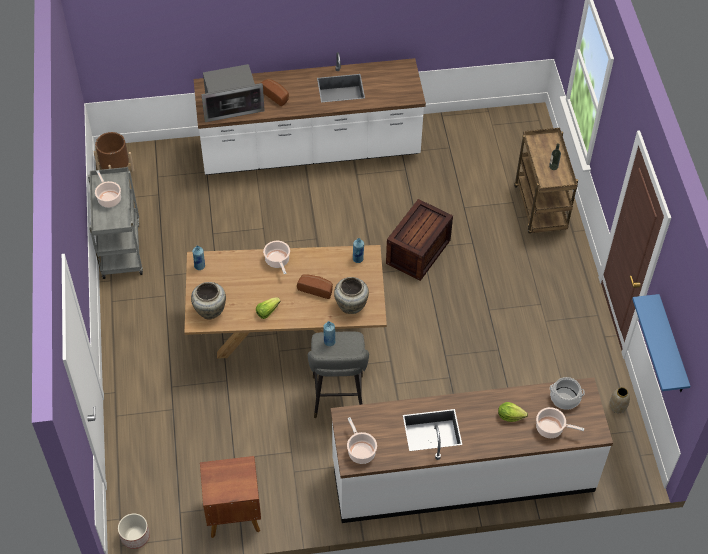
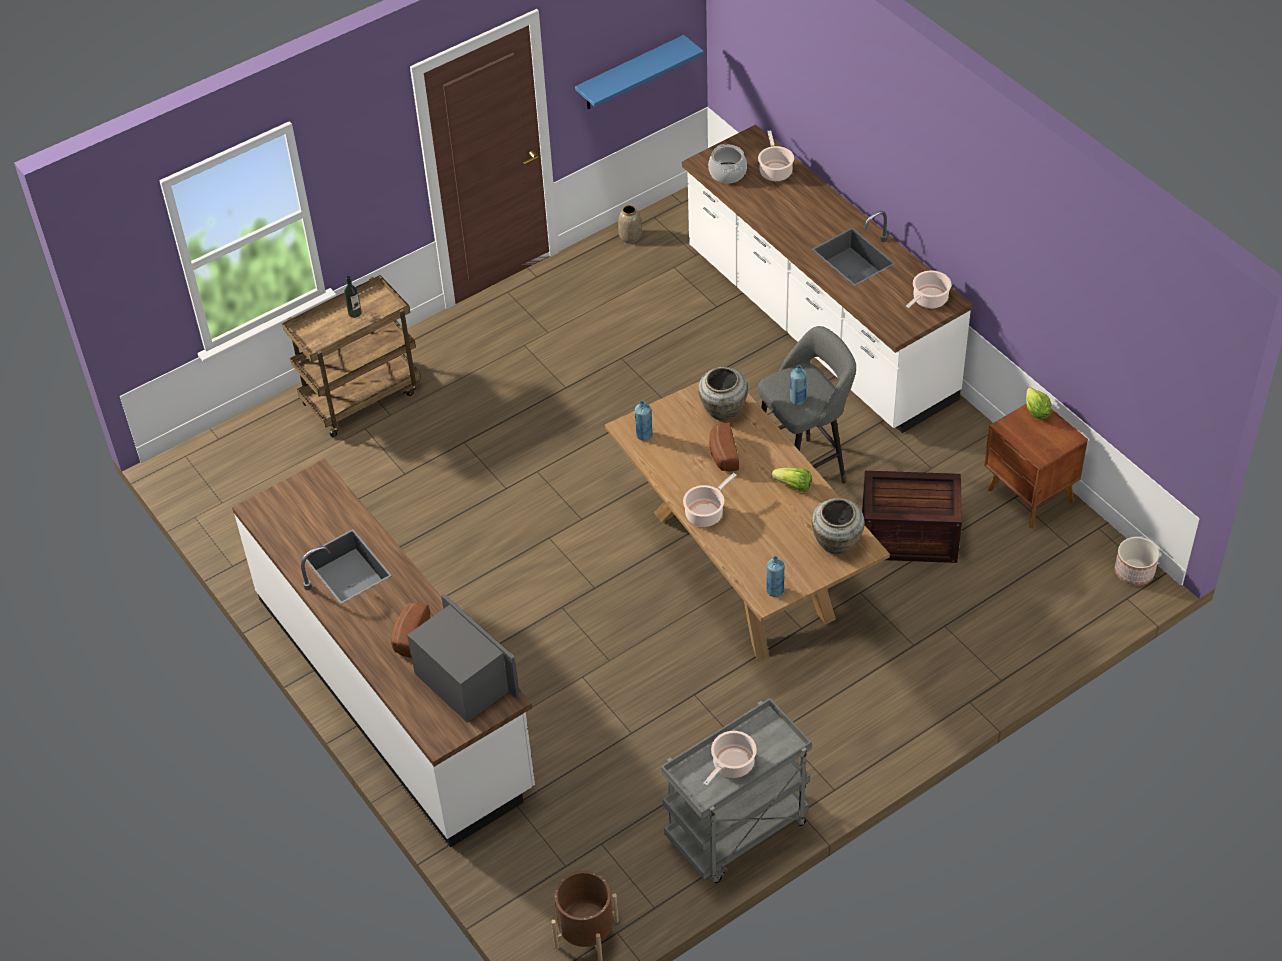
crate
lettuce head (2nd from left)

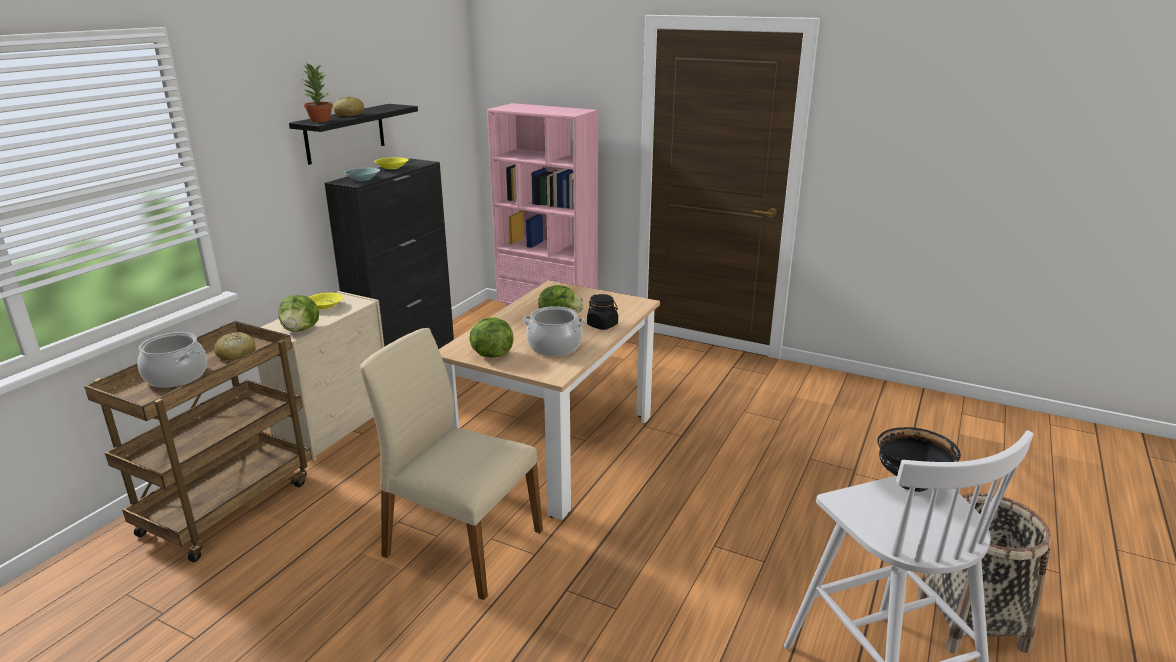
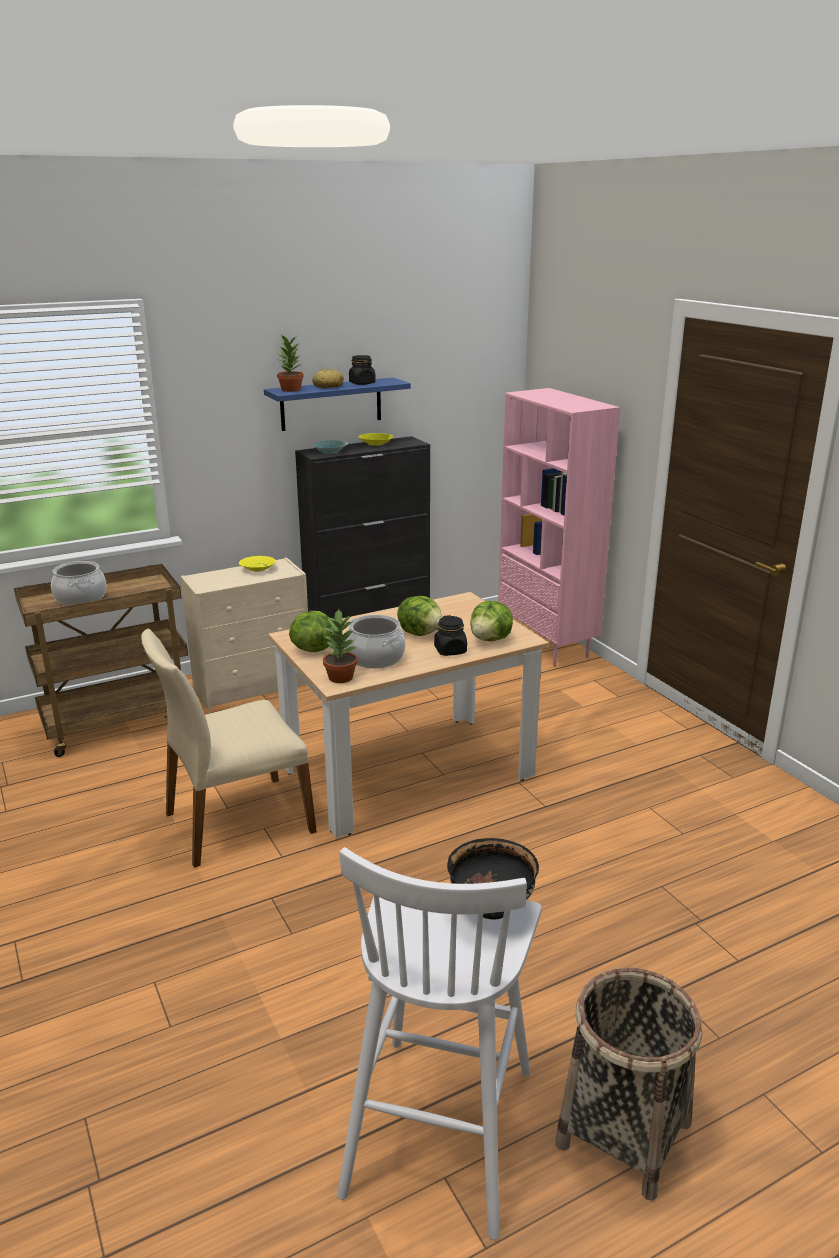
bakery bread (1st from left in the first image)
lettuce head (3rd from left)
blue-coloured wall shelf
sand-coloured plain chair
potted plant (2nd from left)
black preserve jar (1st from left)

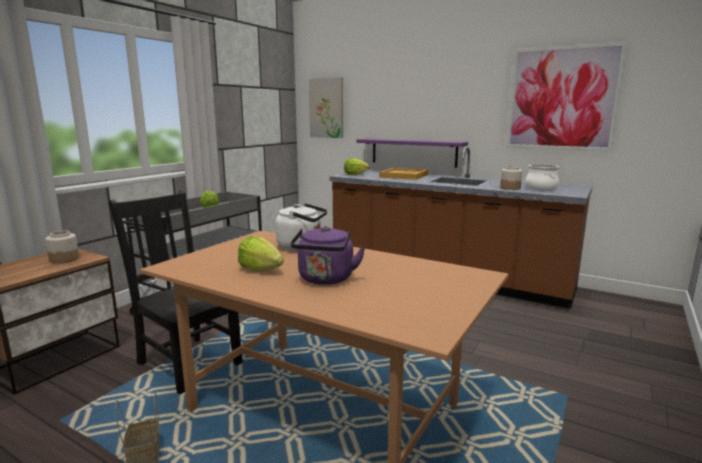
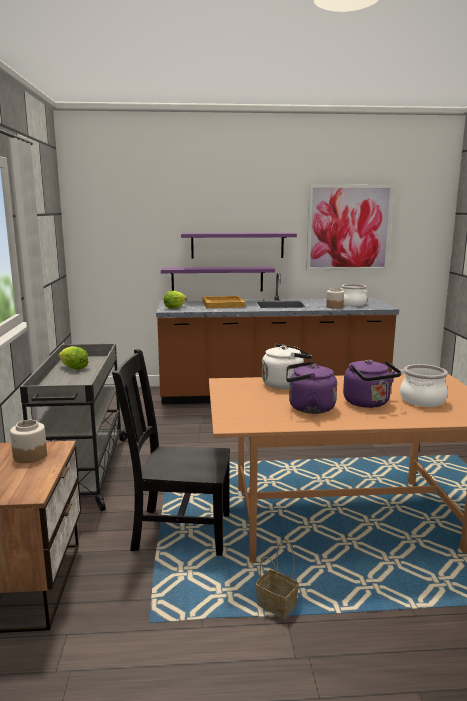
purple-coloured water kettle (1st from left)
picture (1st from left in the first image)
purple-coloured wall shelf (2nd from left)
cooking pot (2nd from left)

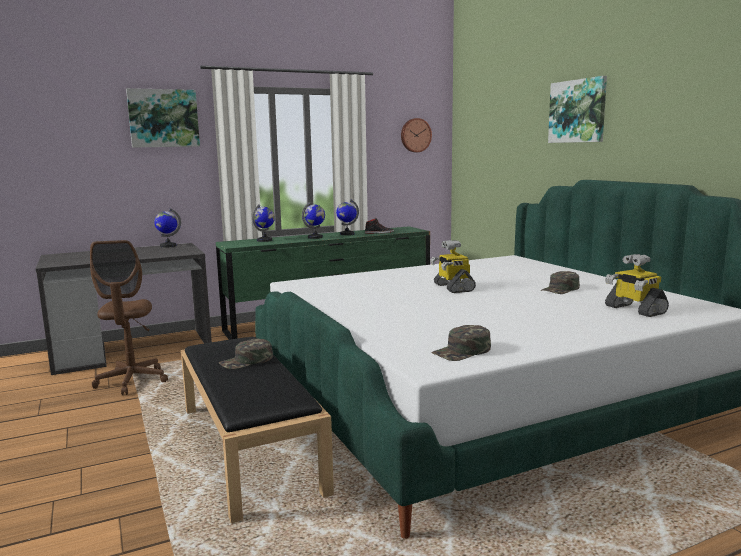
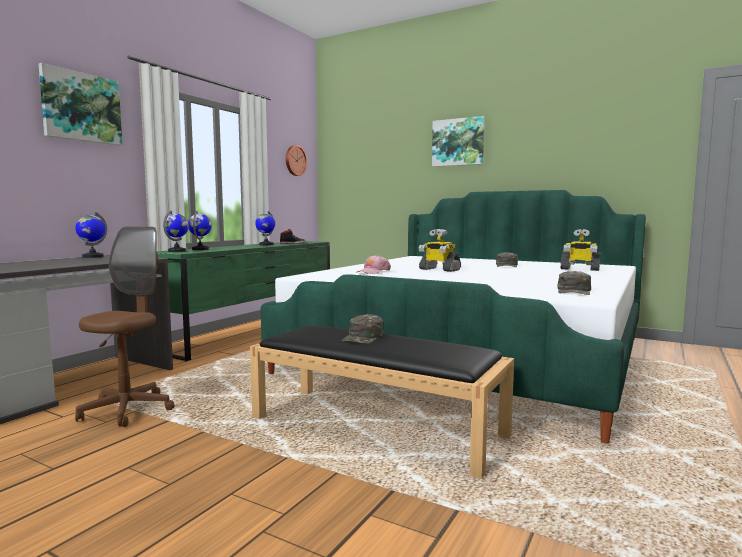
brown-coloured desk chair
world globe (2nd from left)
pink-coloured cap

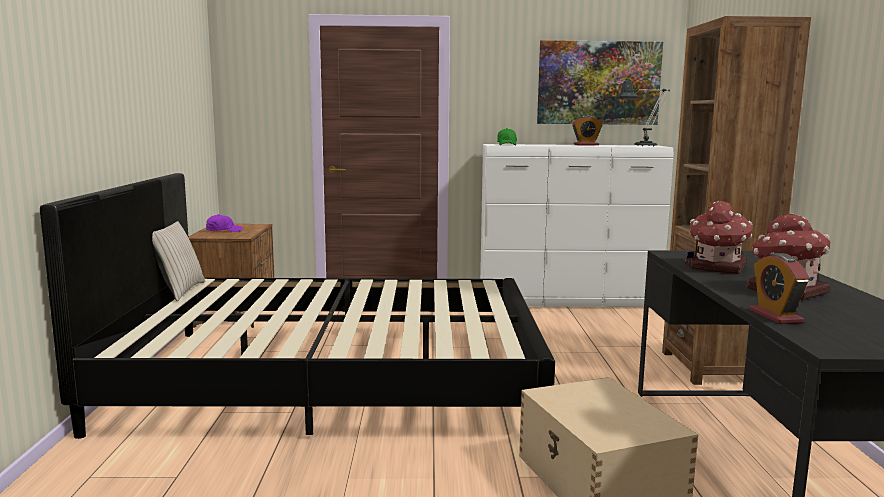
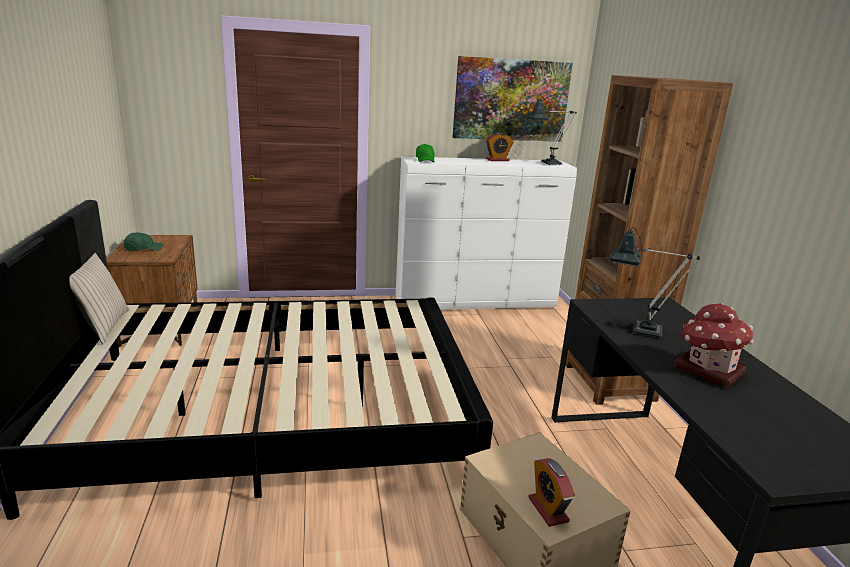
green-coloured cap (1st from left)
lamp for a table (2nd from left)
alarm clock (2nd from left)

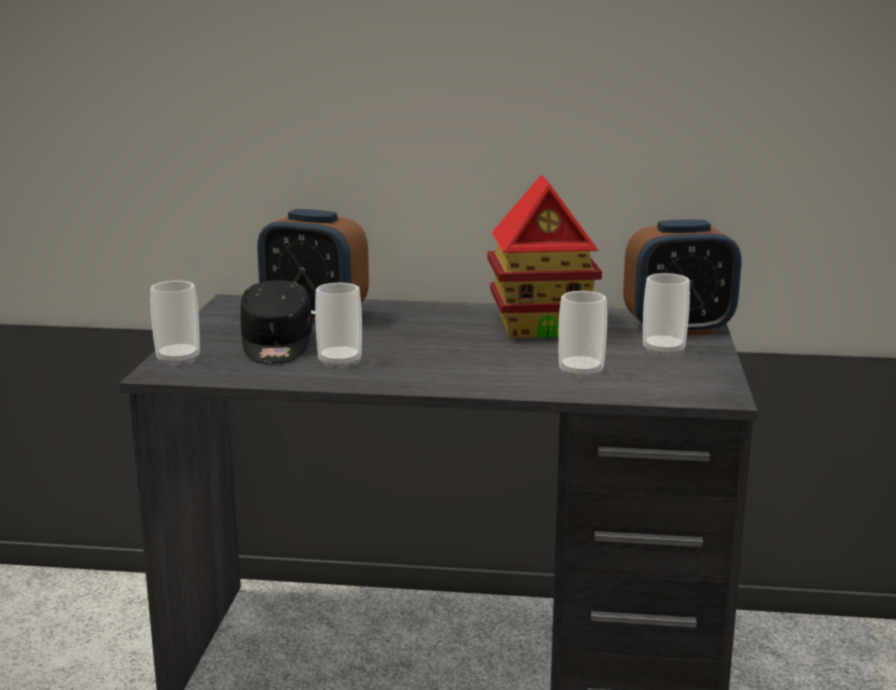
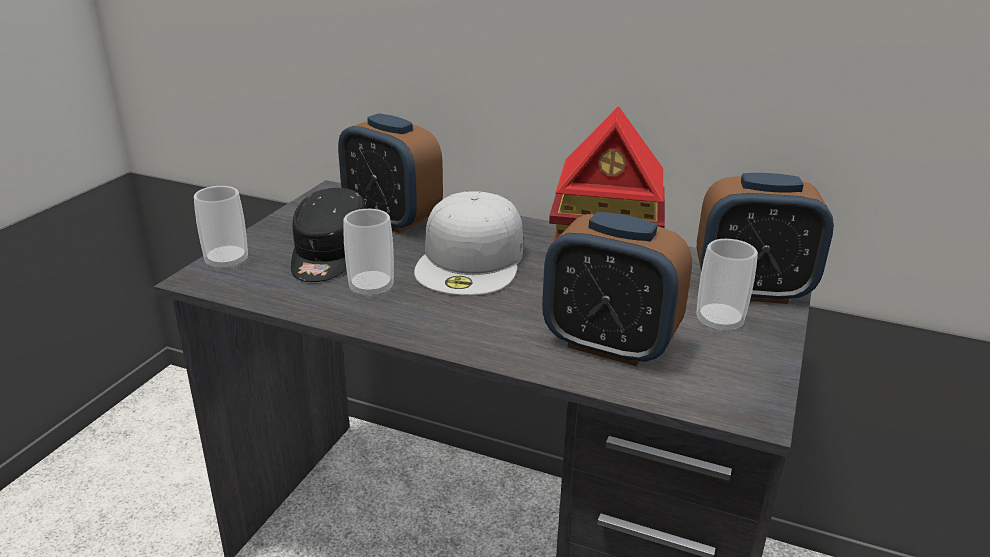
alarm clock (2nd from left)
white cap

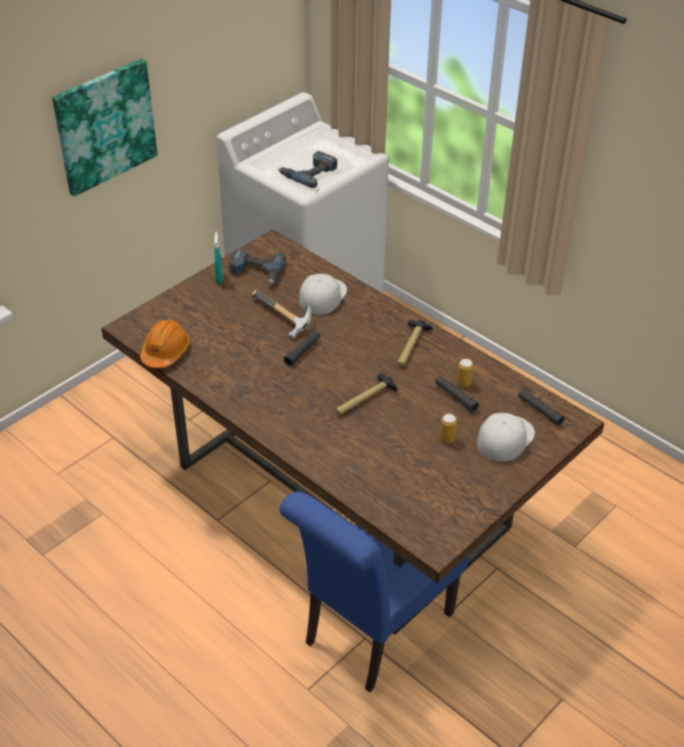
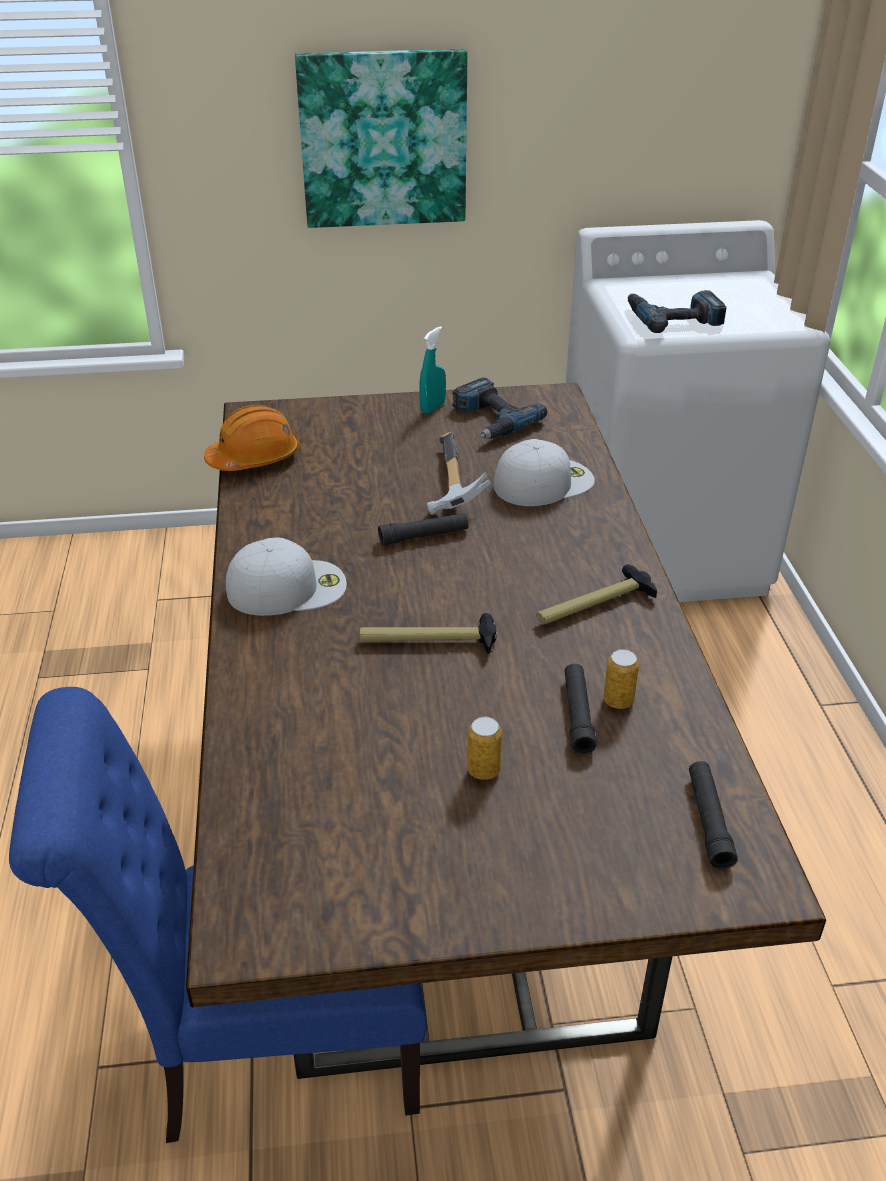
white cap (1st from left)

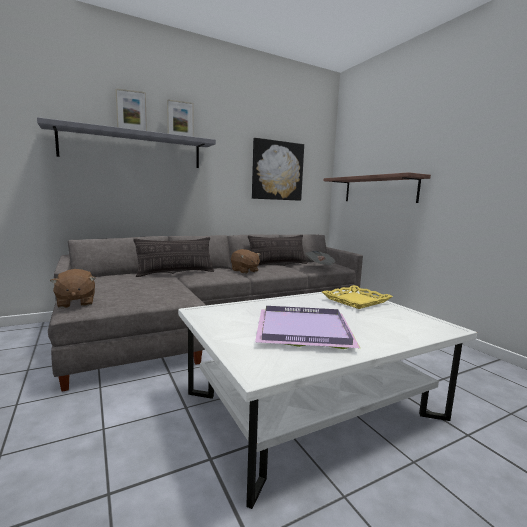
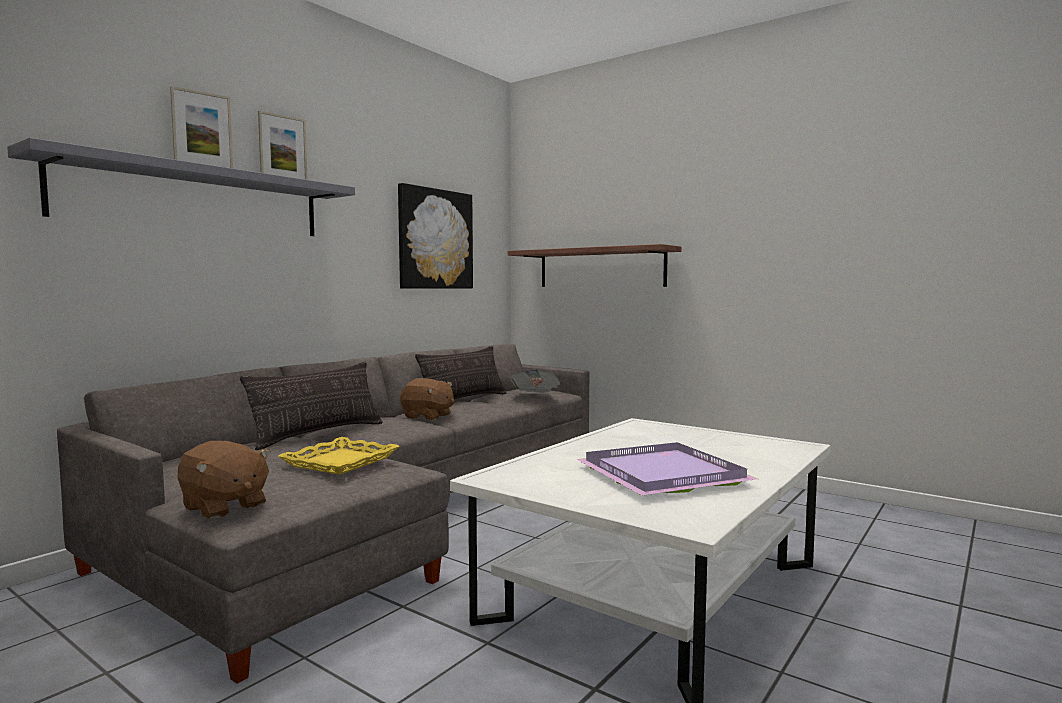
yellowish carrying tray

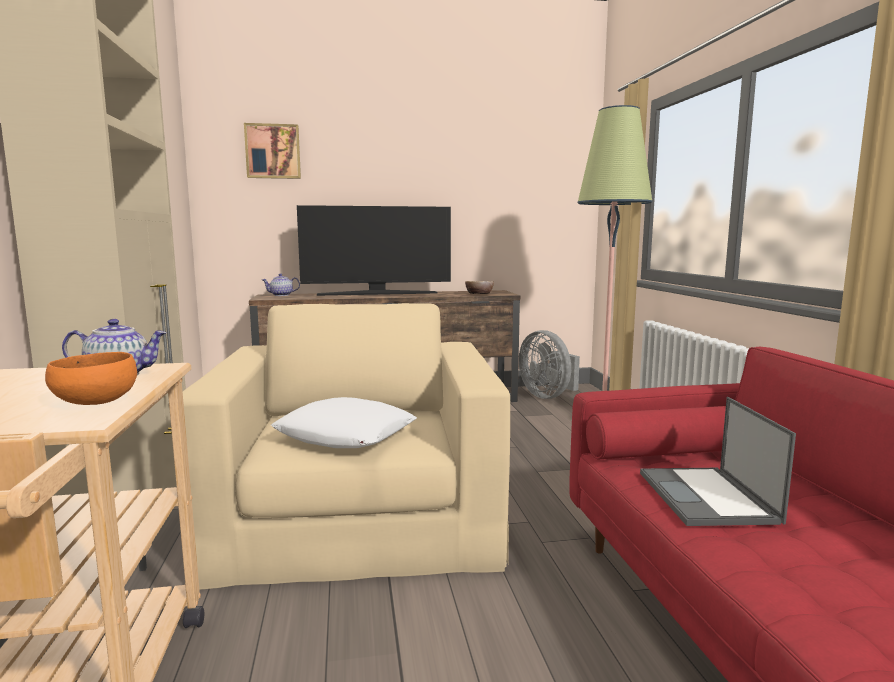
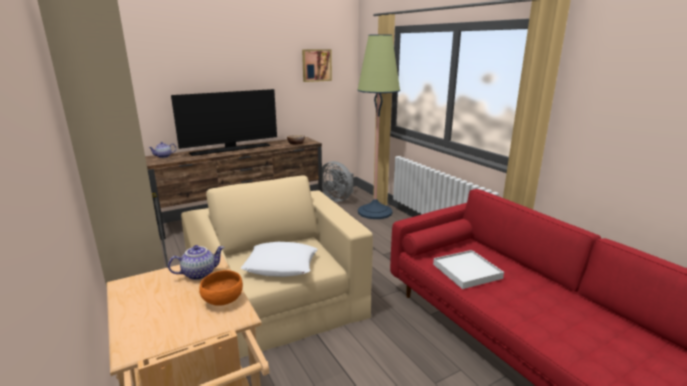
picture
white carrying tray

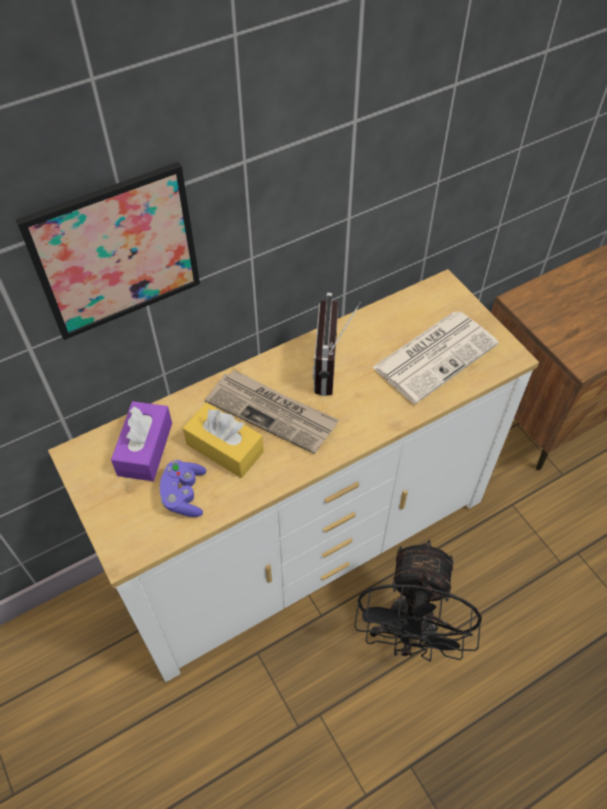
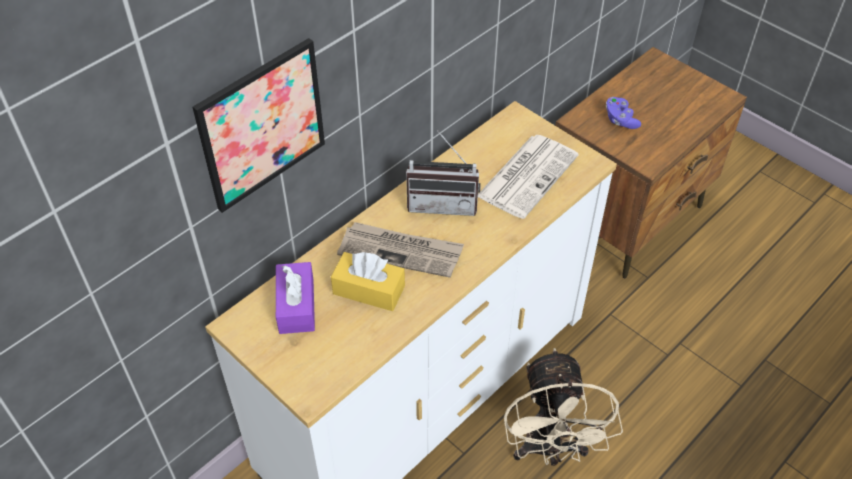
purple-coloured gamepad
radio
sand-coloured cooling fan

